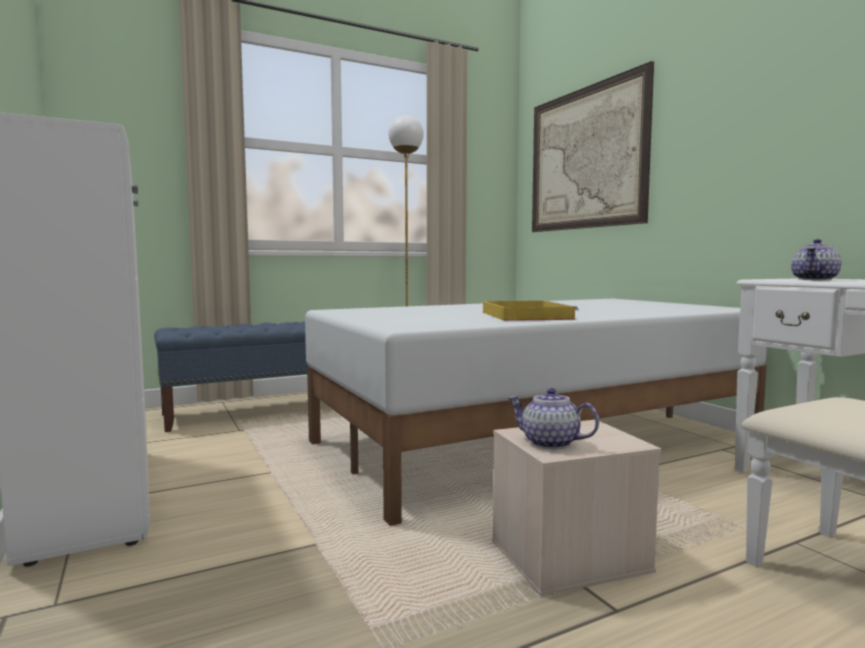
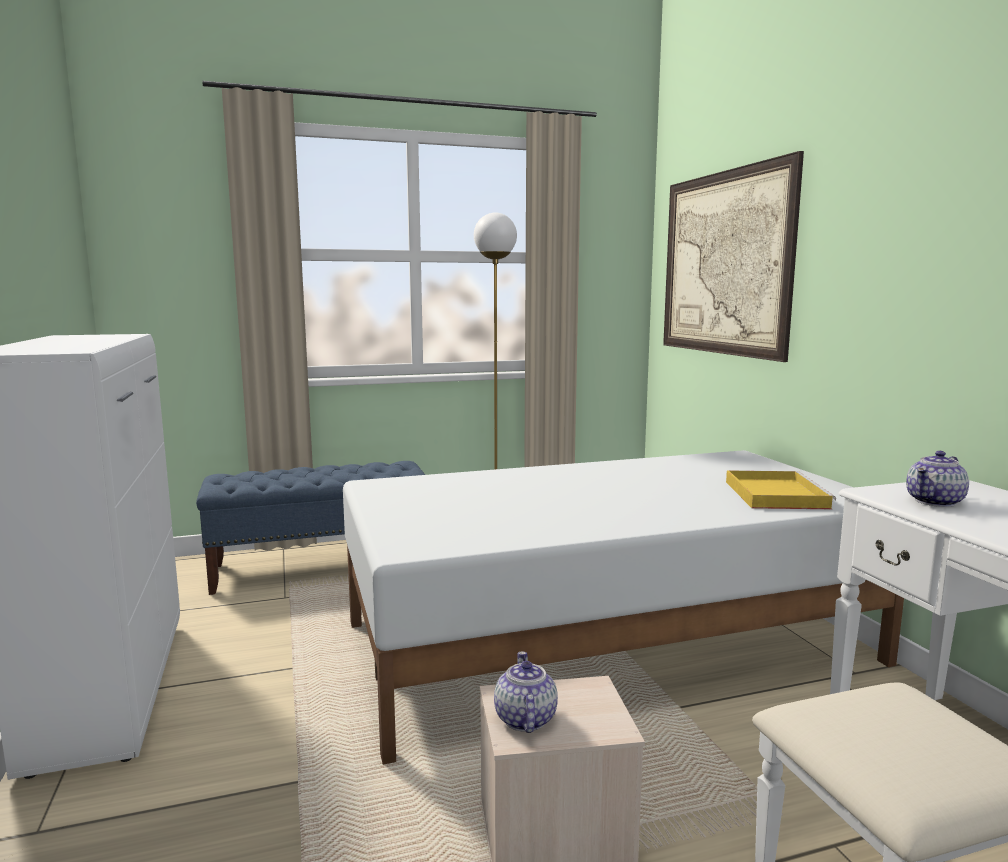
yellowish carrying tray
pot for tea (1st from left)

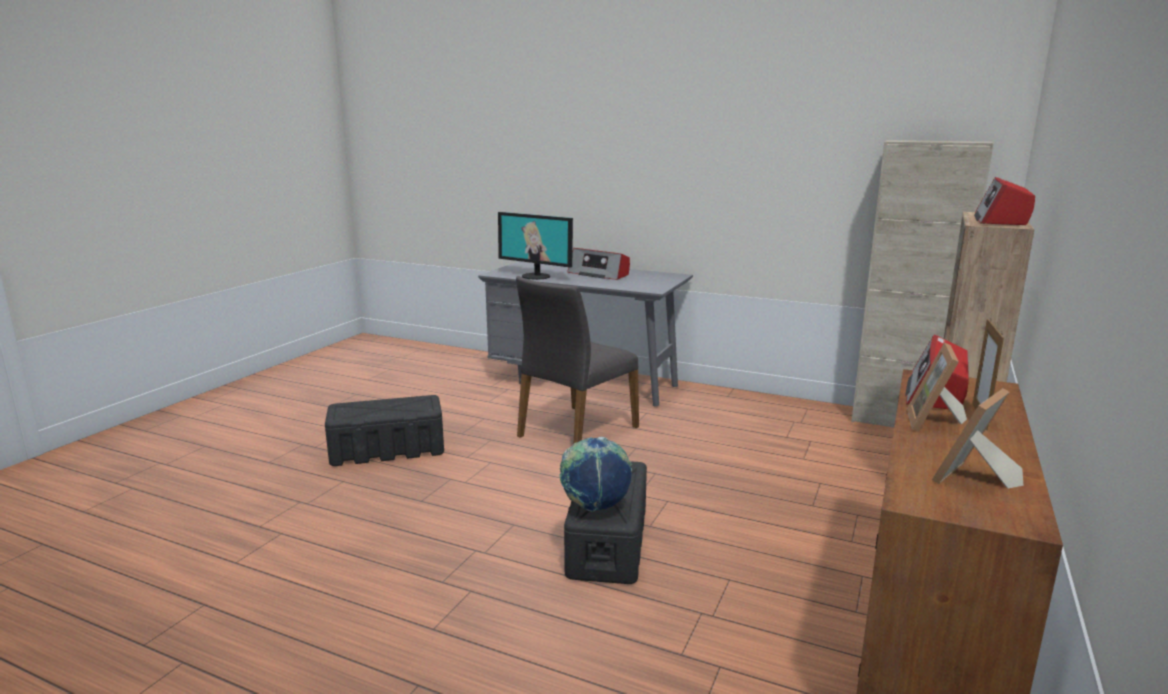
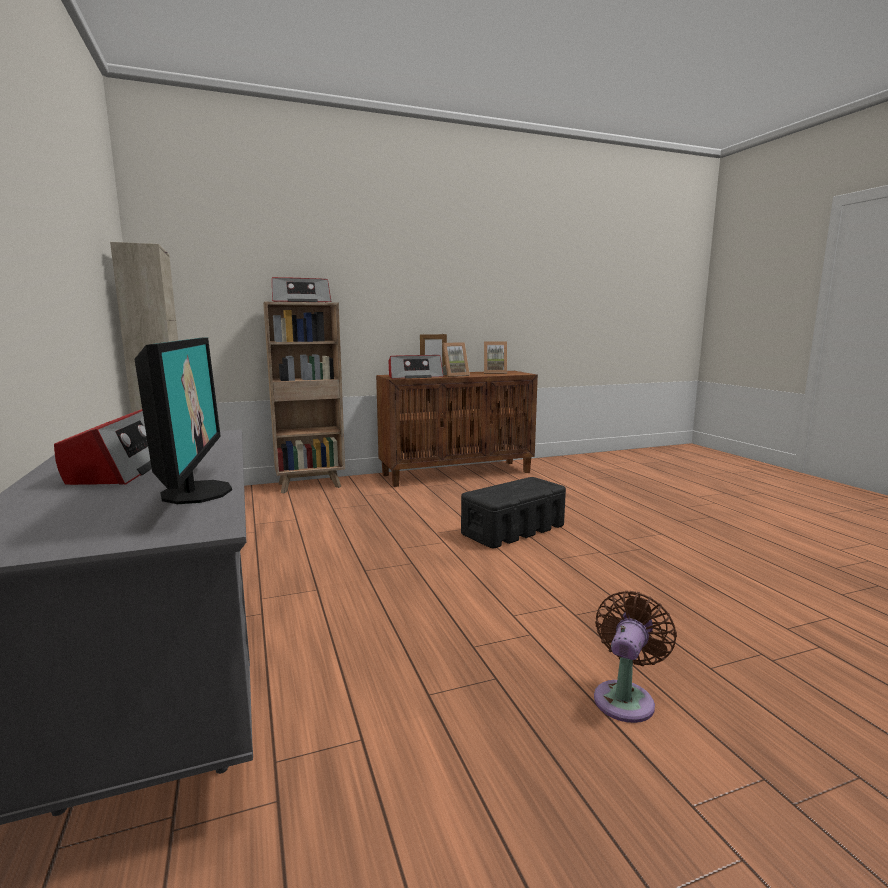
brown-coloured cooling fan
greyish plain chair
world globe

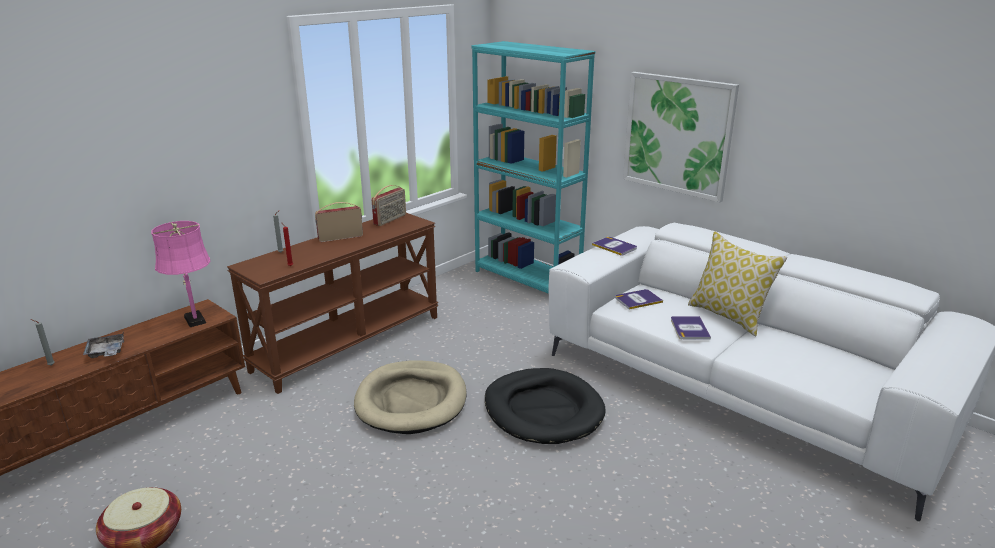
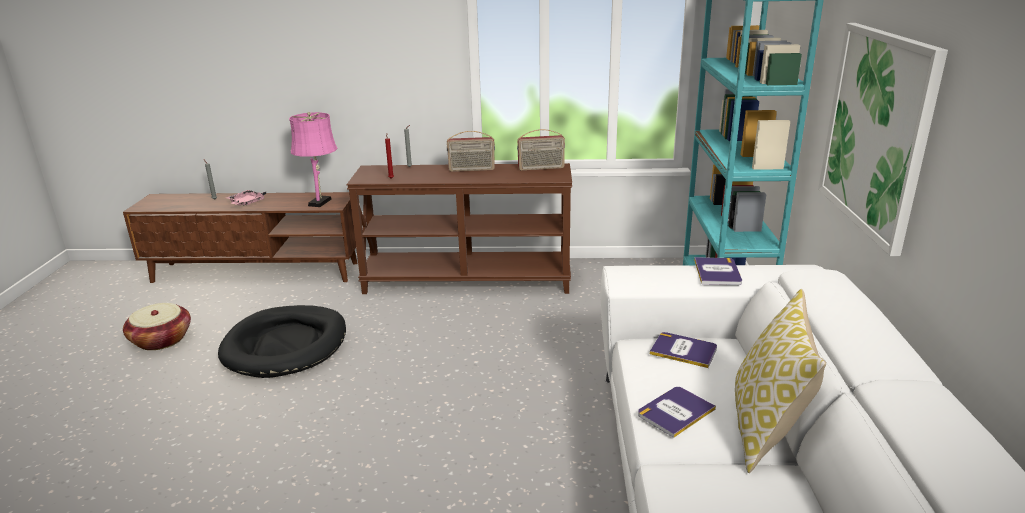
pink-coloured carrying tray
radio (1st from left)
sand-coloured pet bed
black pet bed

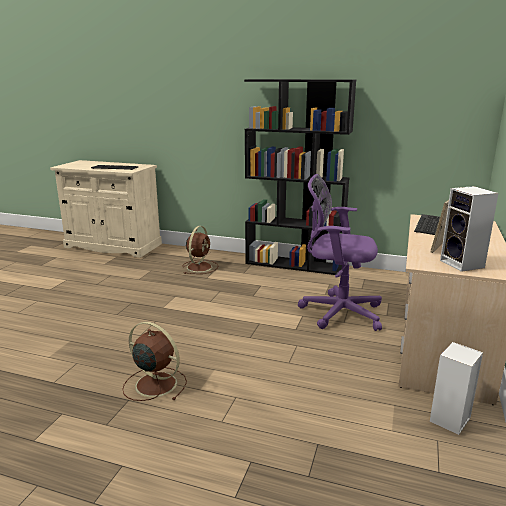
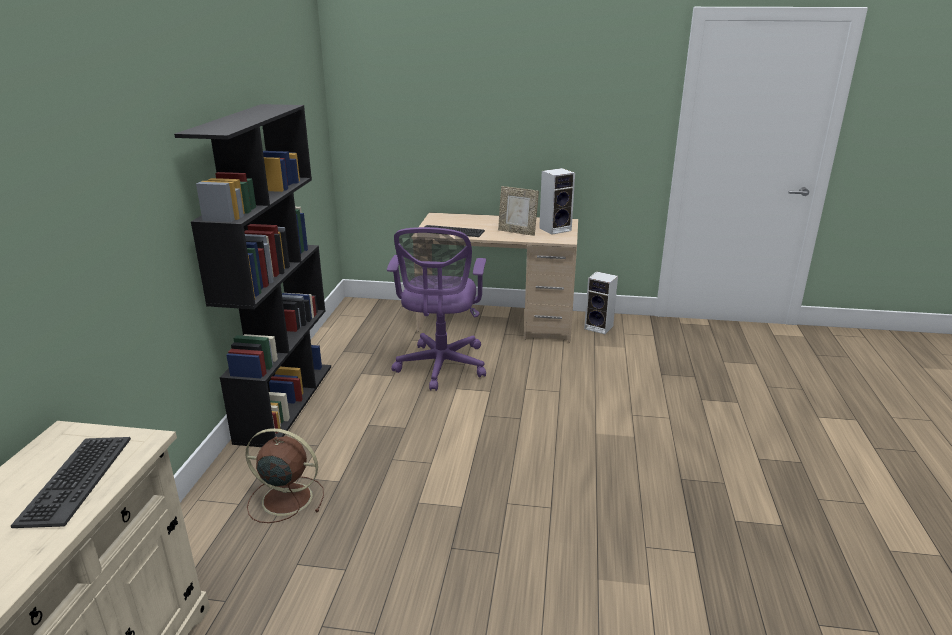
brown-coloured cooling fan (1st from left in the first image)

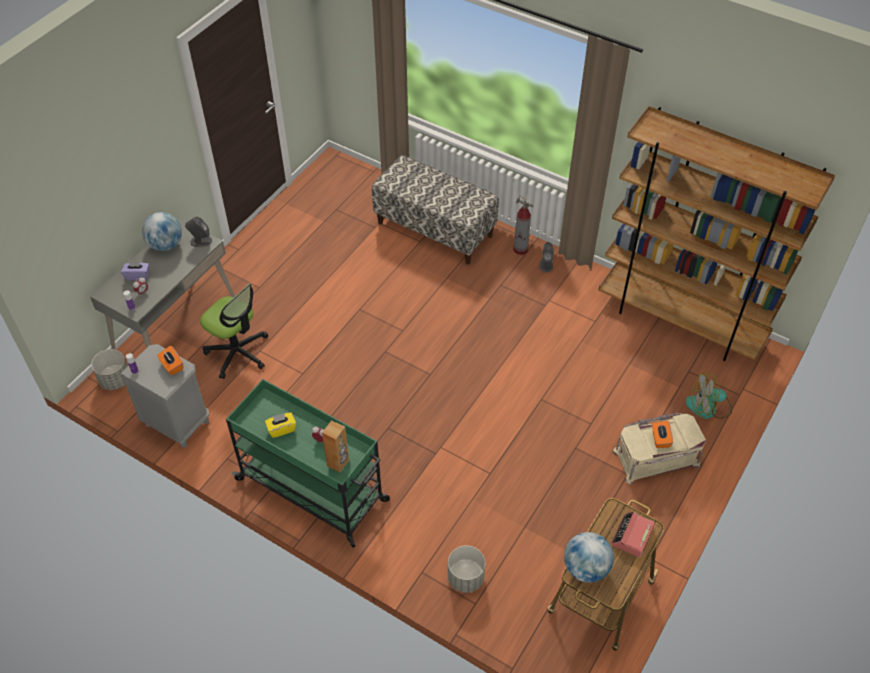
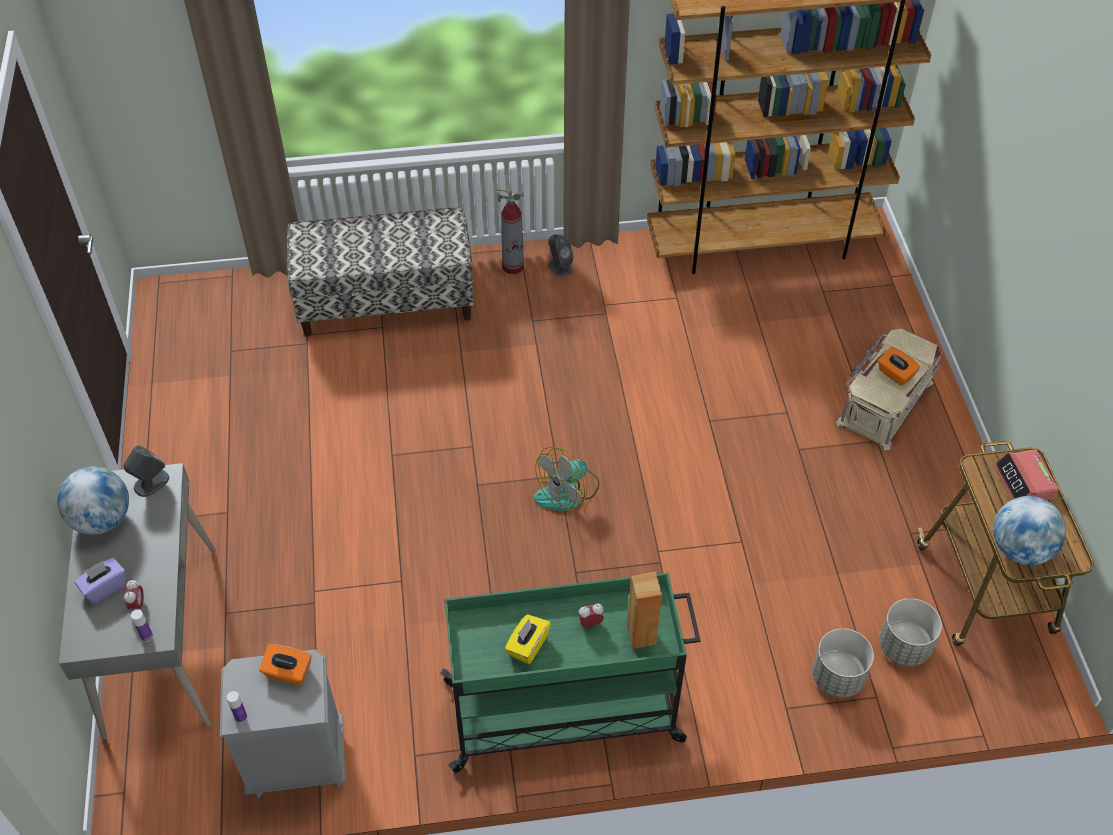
greyish flower pot (2nd from left)
desk chair
cooling fan

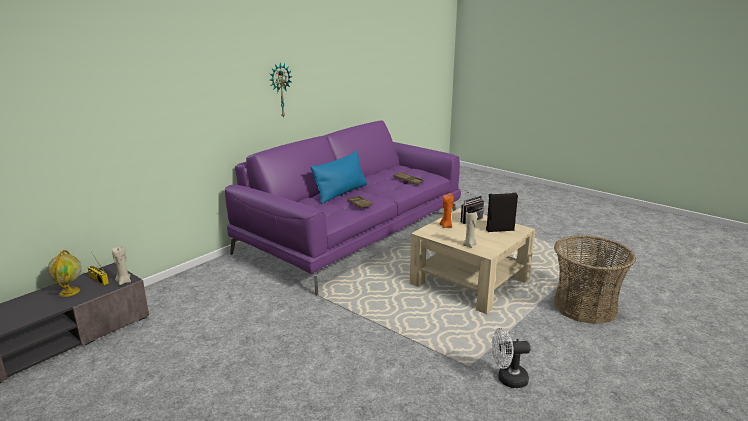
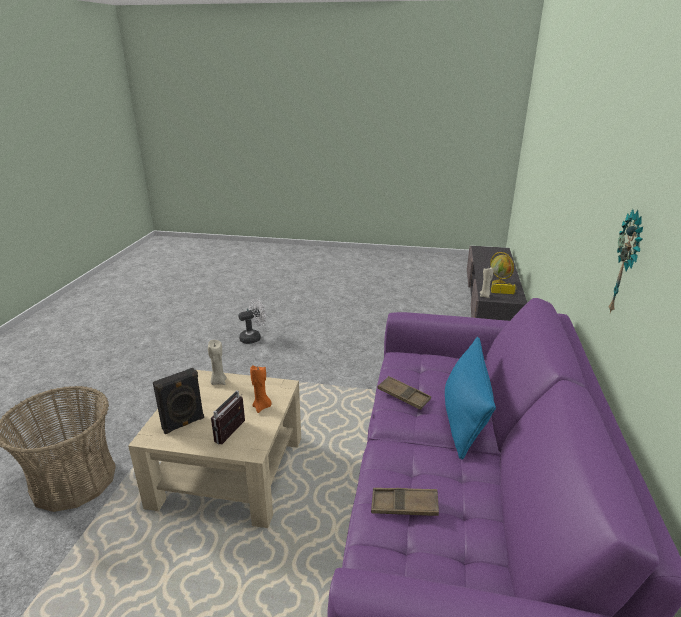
white cooling fan

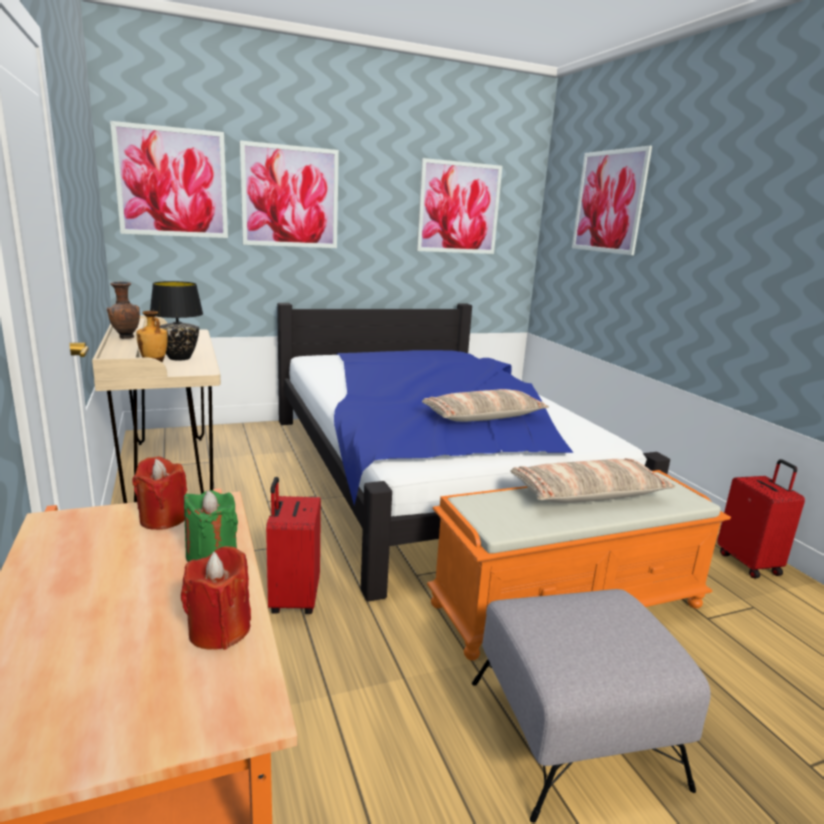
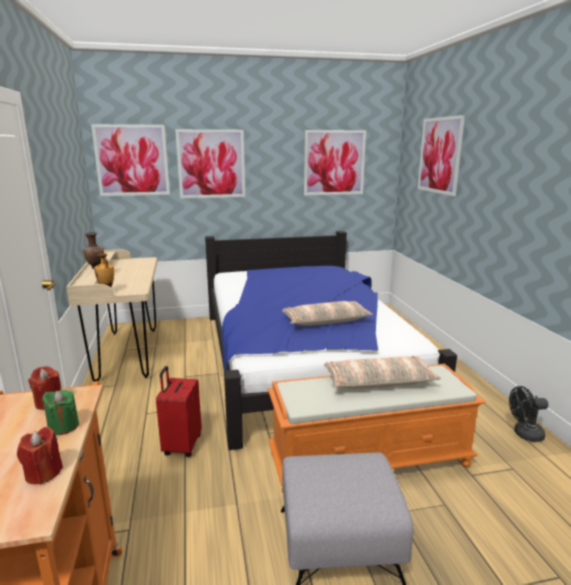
black lamp for a table
black cooling fan

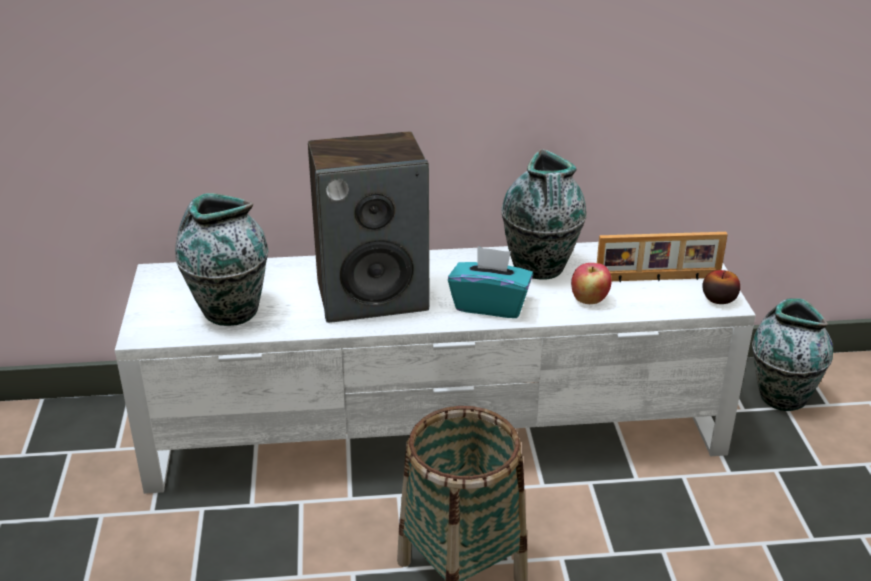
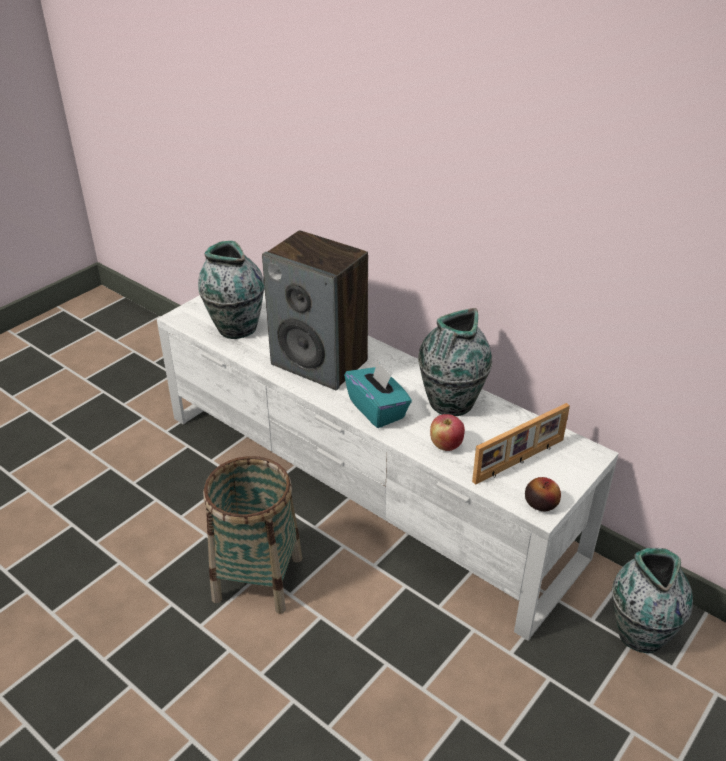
photo frame

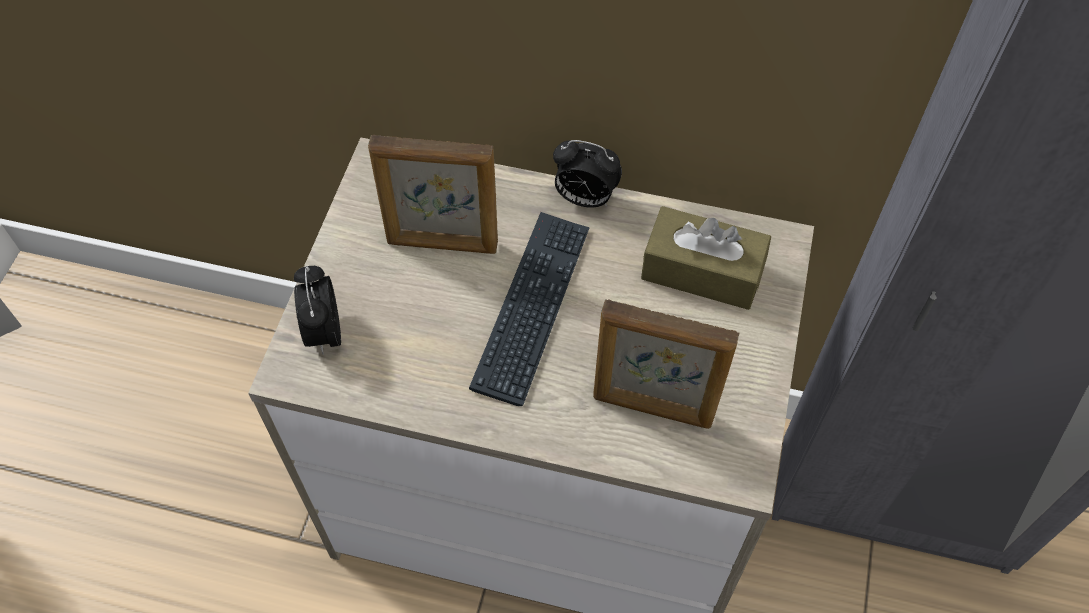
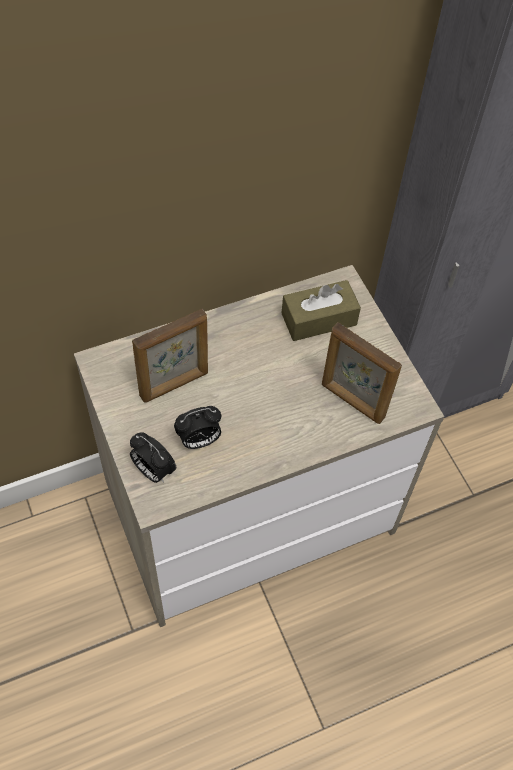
computer keyboard
alarm clock (2nd from left)
photo frame (2nd from left)

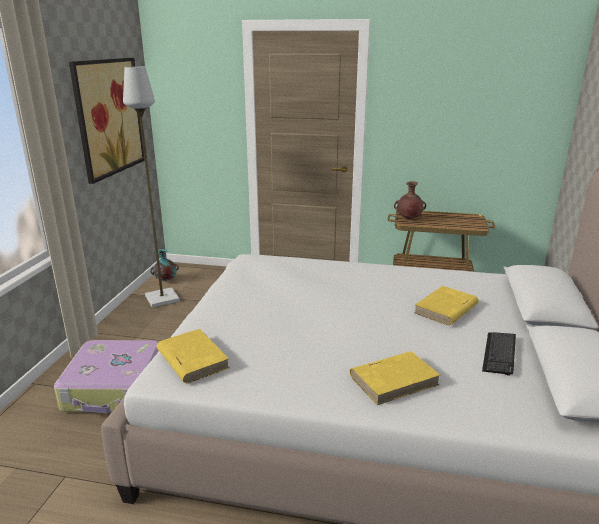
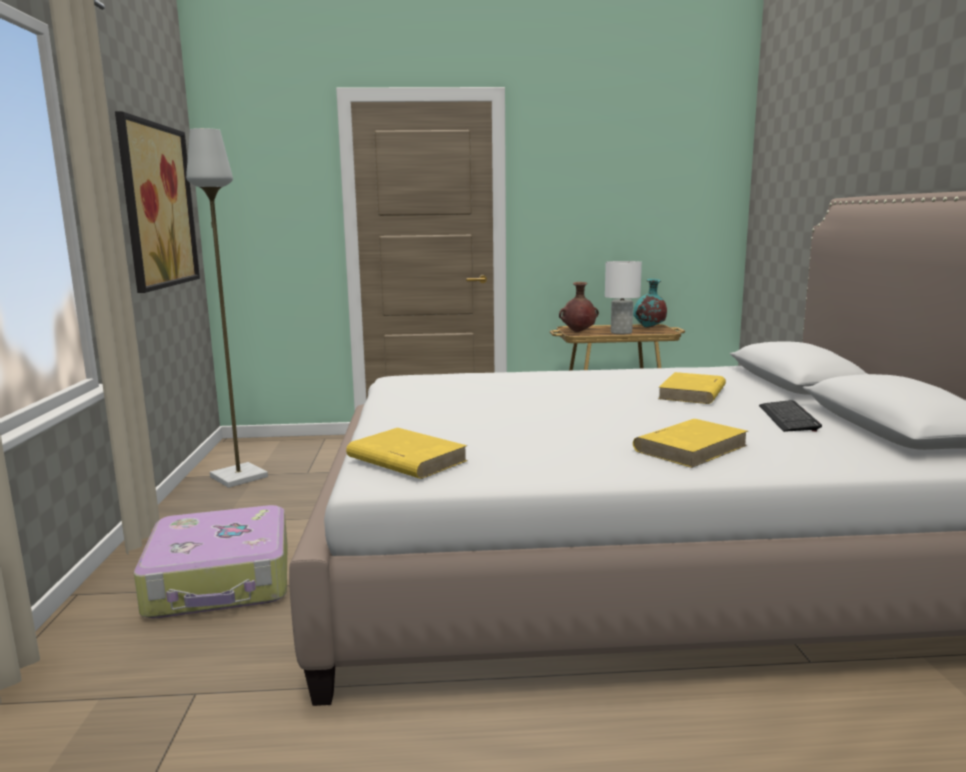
blue-green flower vase
white lamp for a table

